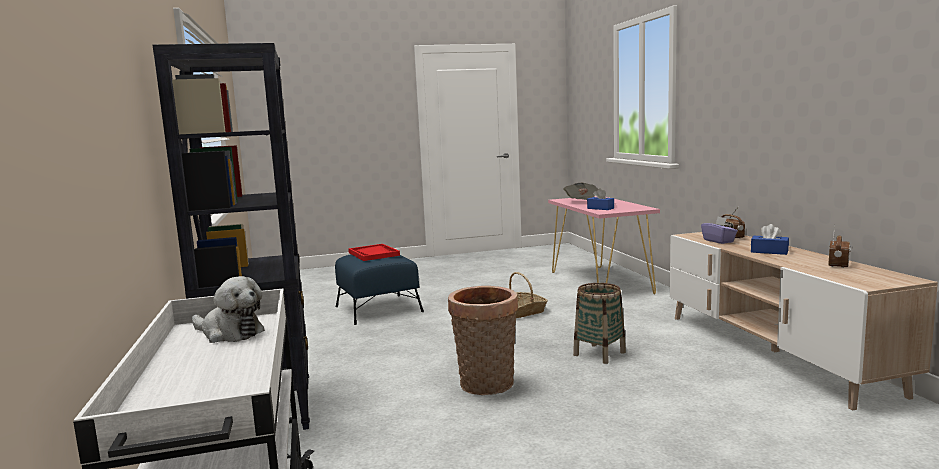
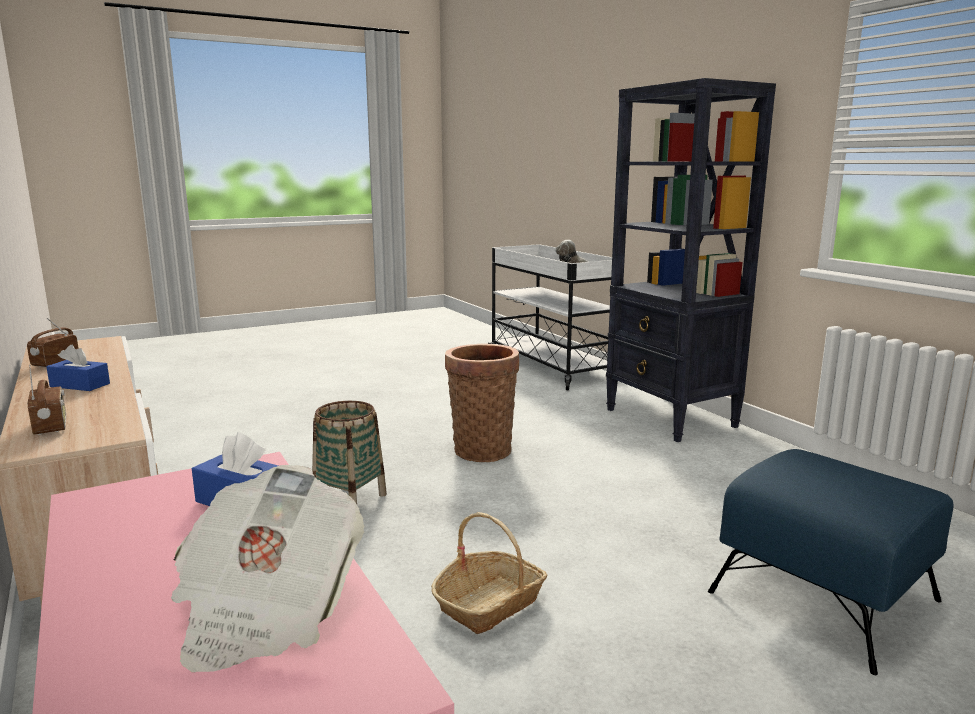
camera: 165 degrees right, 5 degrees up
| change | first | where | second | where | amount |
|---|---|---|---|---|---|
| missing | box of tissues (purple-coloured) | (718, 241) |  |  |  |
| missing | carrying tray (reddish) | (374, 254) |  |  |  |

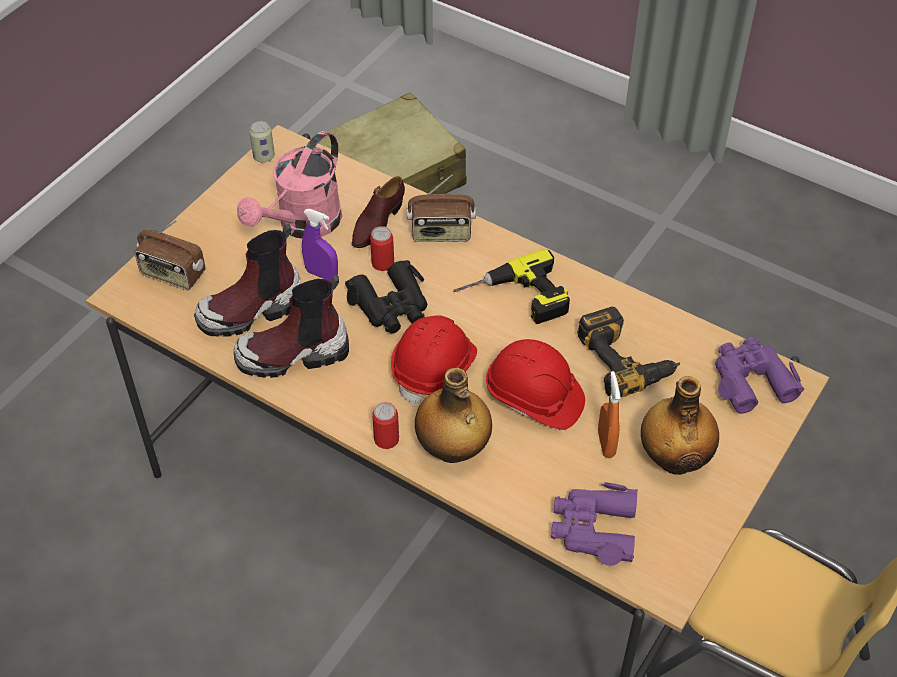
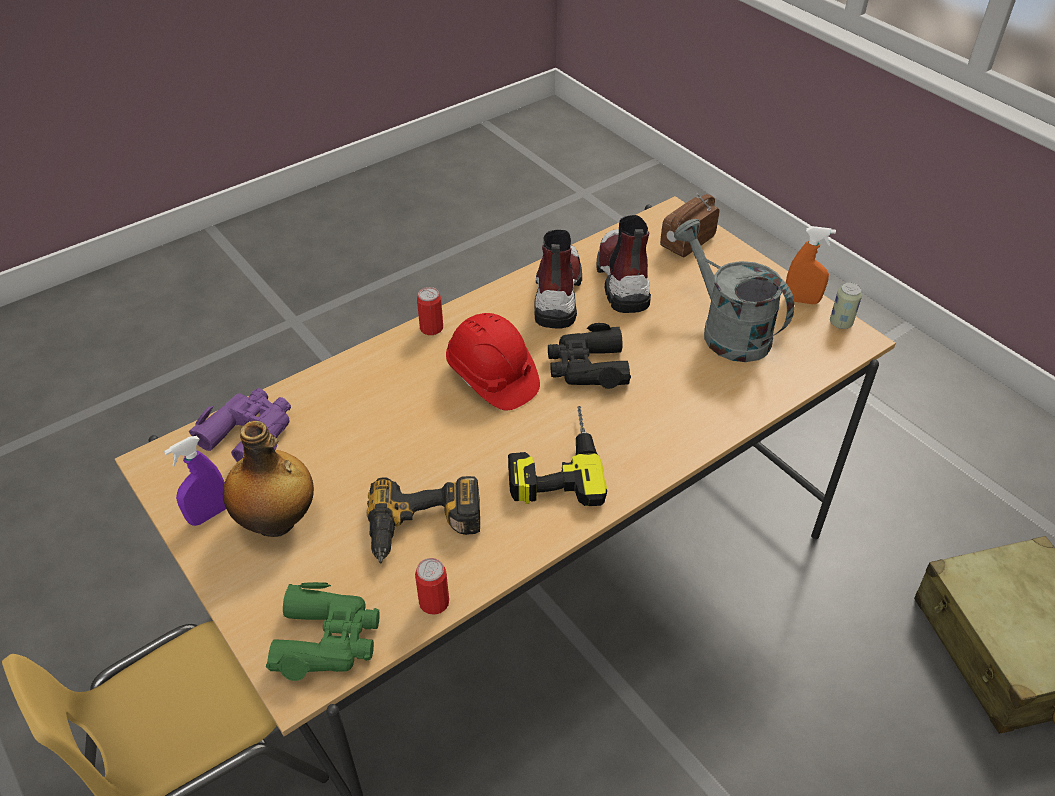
camera: 110 degrees right, 5 degrees down
| change | first | where | second | where | amount |
|---|---|---|---|---|---|
| colour | watering can (pinkish) | (302, 225) | watering can (gray) | (726, 330) |  |
| missing | radio receiver | (441, 233) |  |  |  |
| missing | low shoe (brown-coloured) | (377, 223) |  |  |  |
| relocated | sprayer (purple-coloured) | (322, 274) |  | (209, 514) |  |
| relocated | can | (383, 263) |  | (434, 602) |  |
| colour | pair of binoculars (purple-coloured) | (751, 380) | pair of binoculars (green) | (328, 639) |  |
| missing | safety helmet (reddish) | (534, 398) |  |  |  |
| missing | beverage bottle | (452, 450) |  |  |  |
| relocated | sprayer (orangey) | (606, 444) |  | (801, 300) |  |

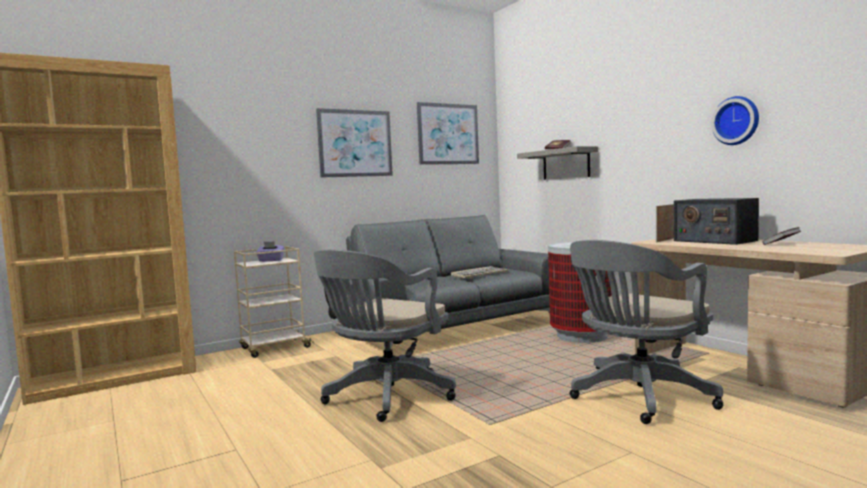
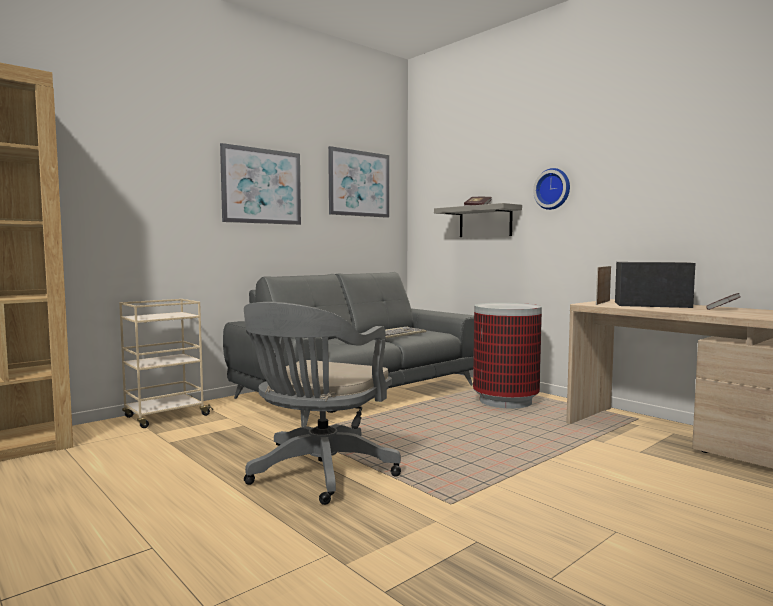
camera: 10 degrees left, 0 degrees up
| change | first | where | second | where | amount |
|---|---|---|---|---|---|
| relocated | clock on the wall | (736, 121) |  | (553, 189) |  |
| spun | radio receiver | (714, 241) |  | (652, 305) | 150 degrees clockwise |
| missing | office chair (gray) | (638, 398) |  |  |  |
| missing | box of tissues (purple-coloured) | (271, 260) |  |  |  |

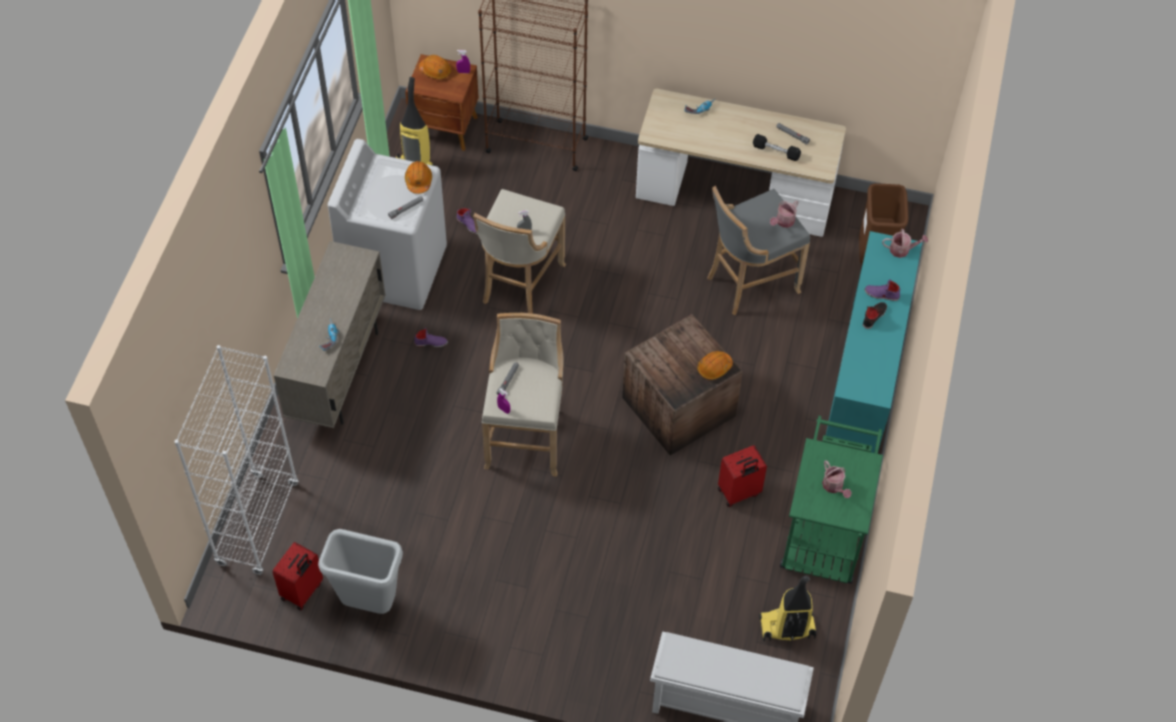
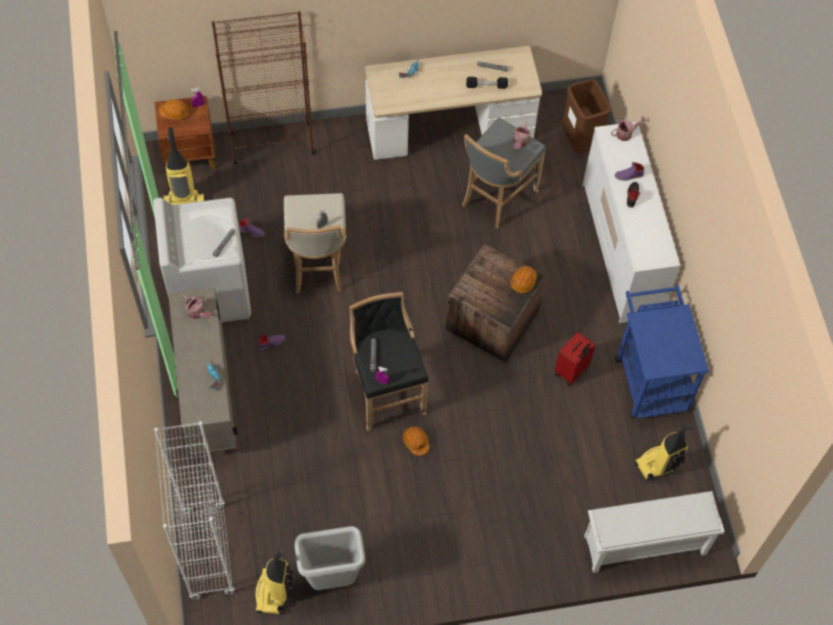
camera: 25 degrees left, 5 degrees up
| change | first | where | second | where | amount |
|---|---|---|---|---|---|
| relocated | safety helmet (orangey) | (418, 181) |  | (416, 442) |  |
| colour | dresser (turquoise) | (861, 387) | dresser (whitish) | (620, 250) |  |
| colour | stool seat (beige) | (526, 436) | stool seat (blackish) | (386, 391) |  |
| colour | cart (green) | (824, 531) | cart (bluish) | (649, 376) |  |
| relocated | watering can | (834, 487) |  | (197, 313) |  |
| exchanged | suitcase (reddish) | (302, 591) | hoover | (273, 592) |  |

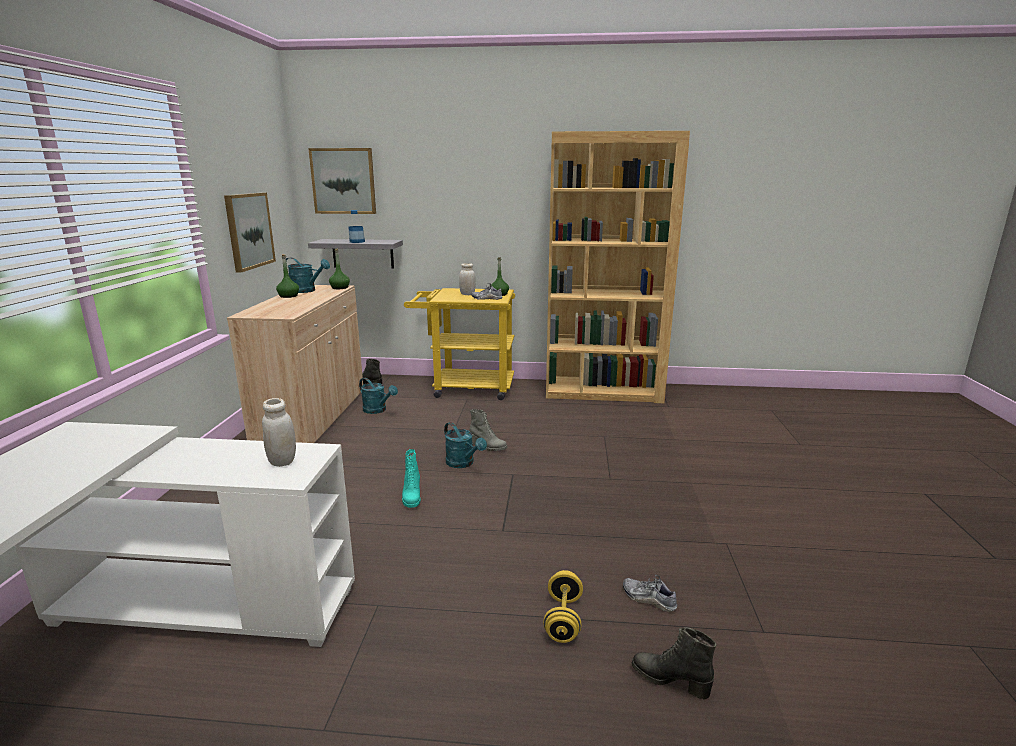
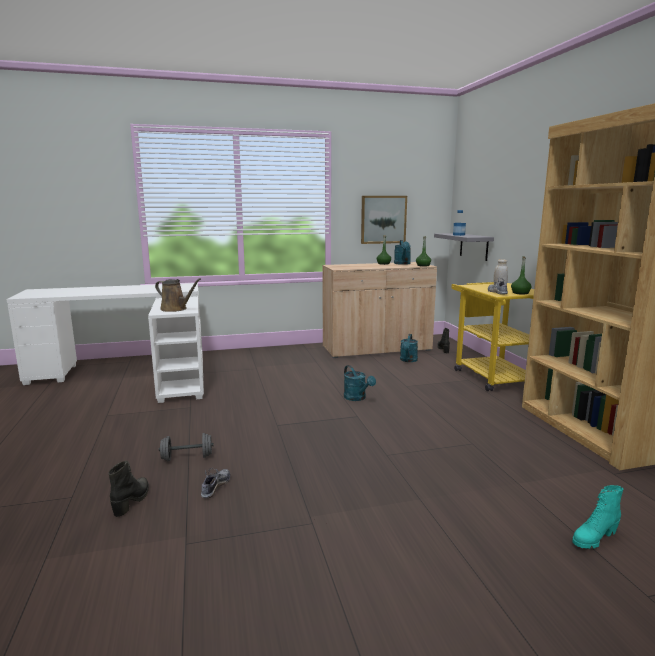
camera: 70 degrees right, 5 degrees down
| change | first | where | second | where | amount |
|---|---|---|---|---|---|
| missing | wall picture | (343, 181) |  |  |  |
| exchanged | preserve jar (whitish) | (282, 461) | watering can (brown-coloured) | (175, 309) |  |
| missing | tall boot (gray) | (487, 446) |  |  |  |
| spun | watering can (turquoise) | (463, 463) |  | (357, 398) | 60 degrees counterclockwise |
| relocated | tall boot (turquoise) | (411, 497) |  | (593, 538) |  |
| colour | dumbbell (yellow) | (563, 619) | dumbbell (gray) | (187, 458) |  |

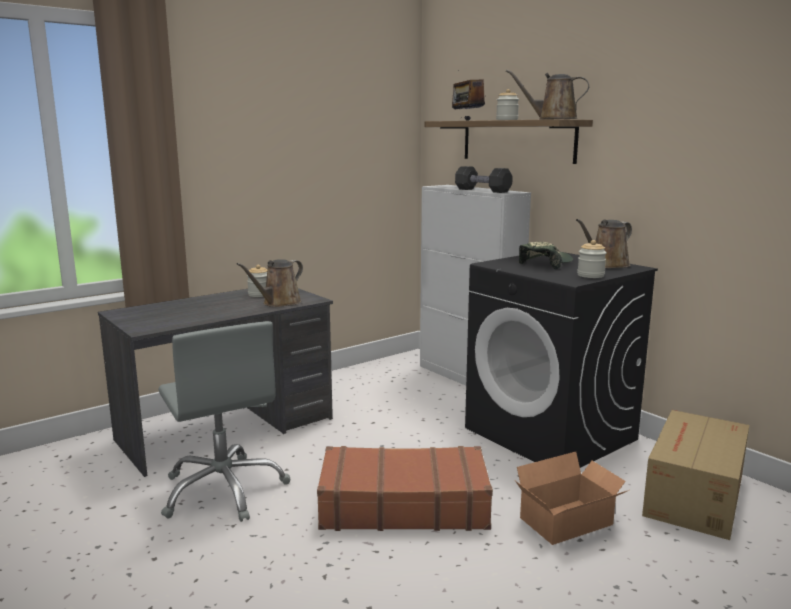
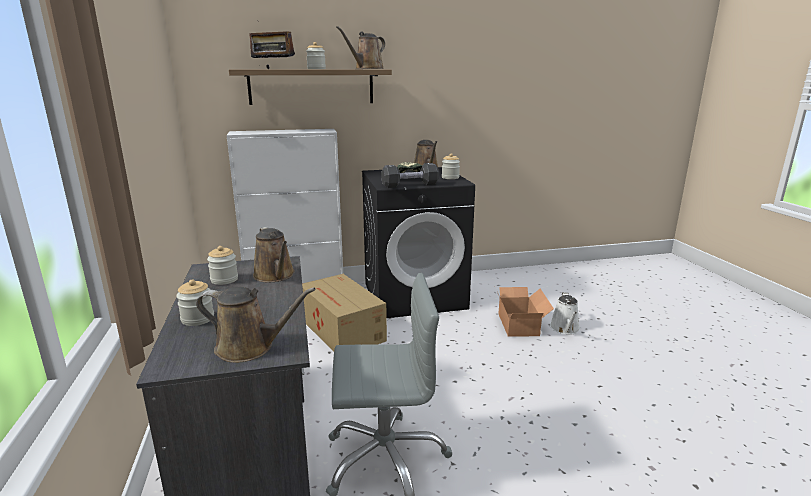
camera: 65 degrees left, 5 degrees up
| change | first | where | second | where | amount |
|---|---|---|---|---|---|
| relocated | dumbbell (blackish) | (482, 190) |  | (410, 185) |  |
| relocated | cardboard box | (693, 496) |  | (342, 331) |  |
| missing | suitcase (brown-coloured) | (403, 505) |  |  |  |
| appeared |  |  | preserve jar | (197, 319) |  |
| appeared |  |  | watering can (brown-coloured) | (250, 348) |  |
| appeared |  |  | watering can (whitish) | (565, 329) |  |

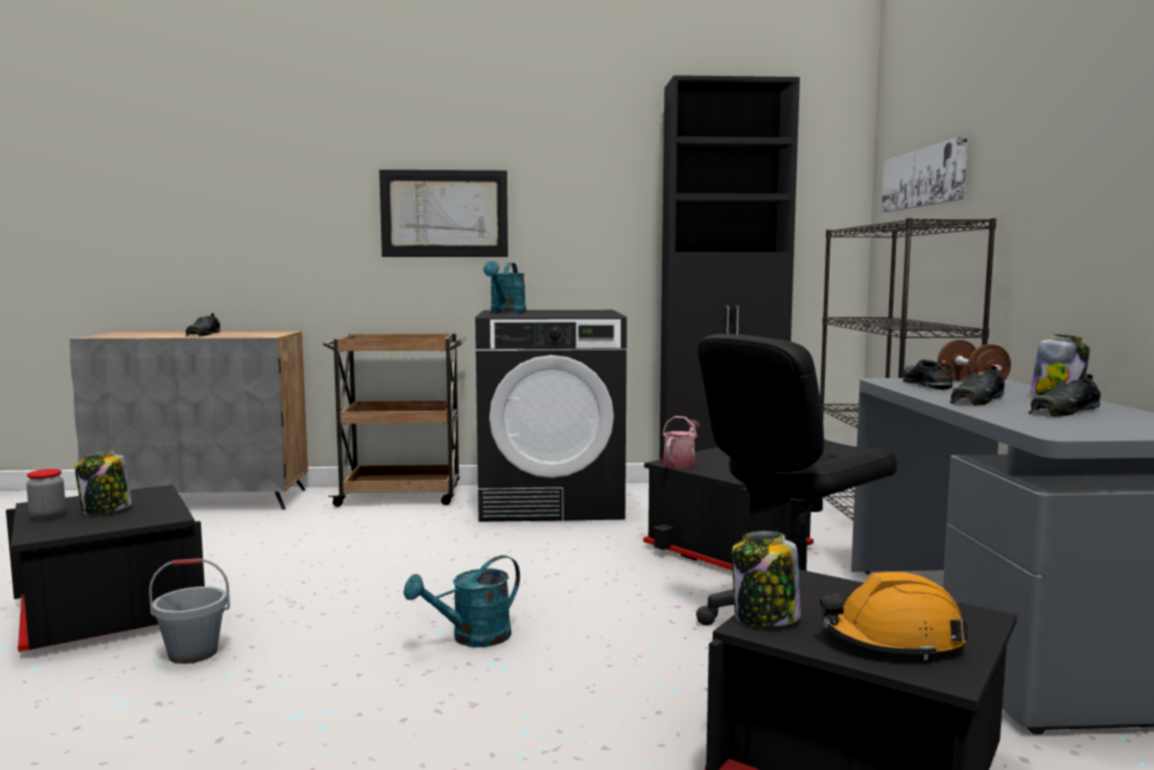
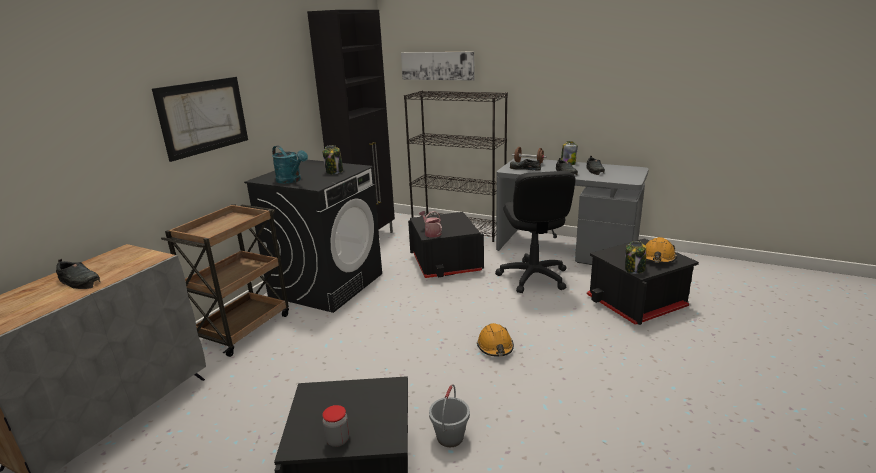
camera: 60 degrees left, 15 degrees up
| change | first | where | second | where | amount |
|---|---|---|---|---|---|
| relocated | preserve jar | (105, 510) |  | (334, 172) |  |
| exchanged | watering can (turquoise) | (472, 638) | safety helmet (orangey) | (495, 347) |  |

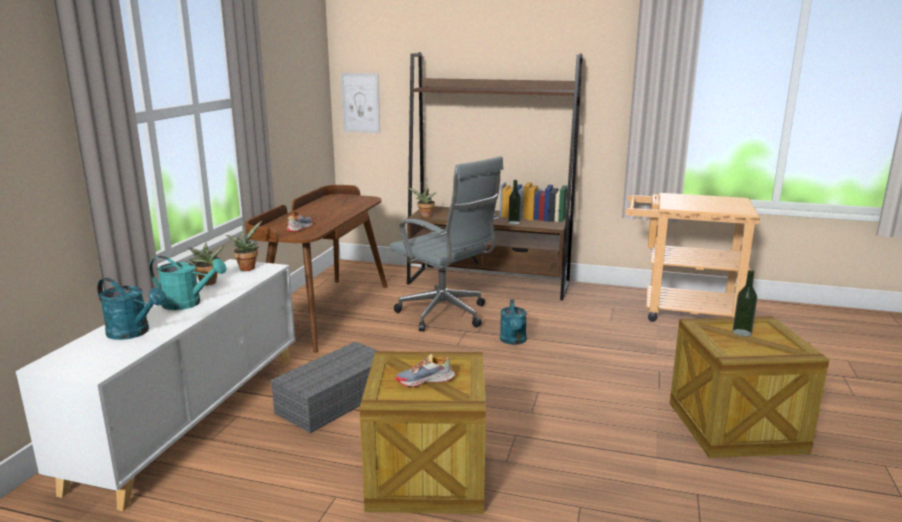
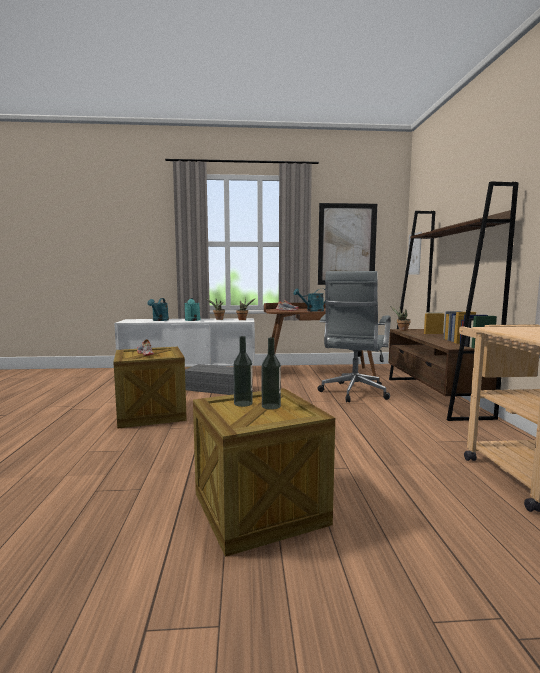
camera: 70 degrees right, 10 degrees down
| change | first | where | second | where | amount |
|---|---|---|---|---|---|
| relocated | beverage bottle | (514, 222) |  | (243, 403) |  |
| relocated | watering can (turquoise) | (513, 341) |  | (312, 311) |  |
| appeared |  |  | wall picture | (347, 244) |  |

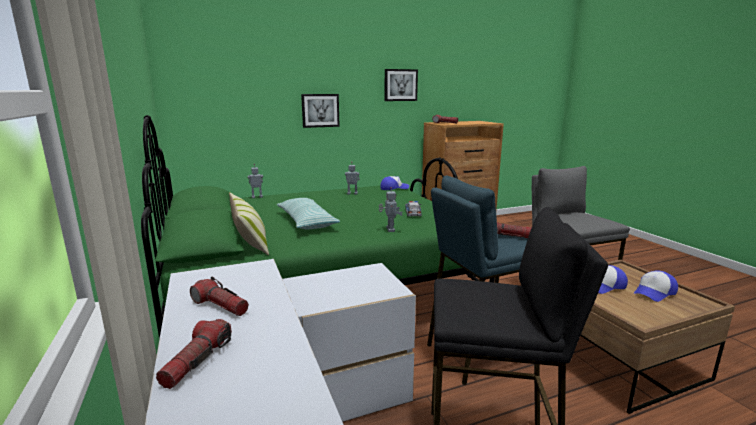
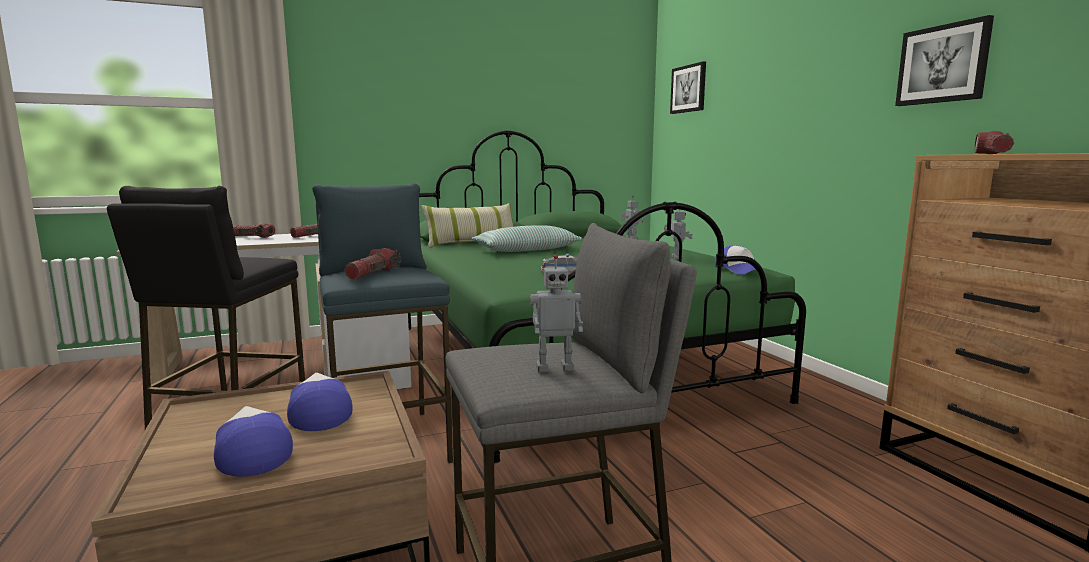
camera: 90 degrees right, 5 degrees down
| change | first | where | second | where | amount |
|---|---|---|---|---|---|
| relocated | wall picture | (320, 110) |  | (689, 89) |  |
| relocated | toy robot | (389, 229) |  | (555, 368) |  |

